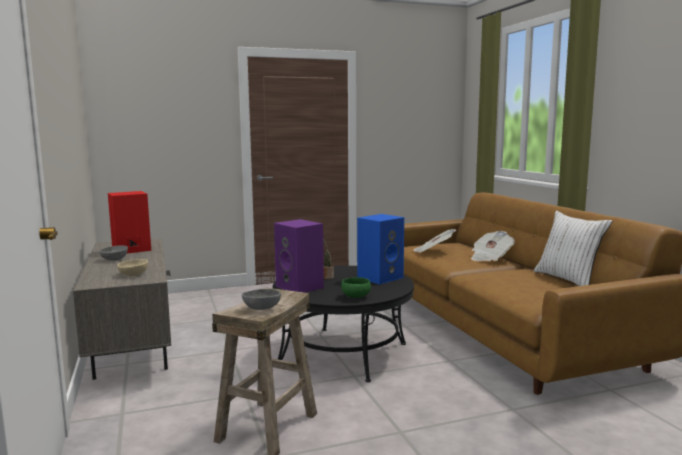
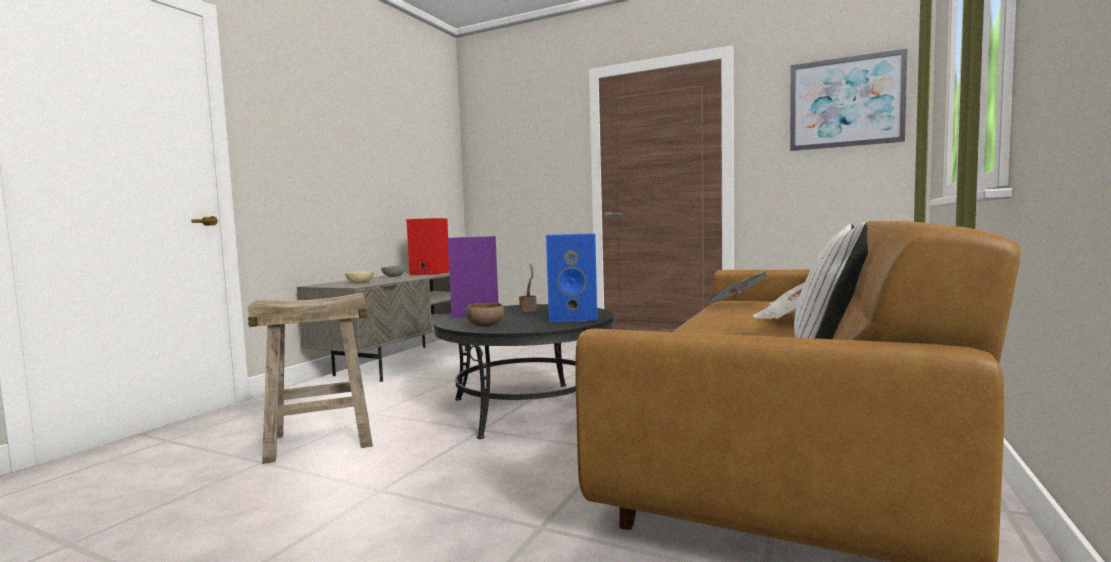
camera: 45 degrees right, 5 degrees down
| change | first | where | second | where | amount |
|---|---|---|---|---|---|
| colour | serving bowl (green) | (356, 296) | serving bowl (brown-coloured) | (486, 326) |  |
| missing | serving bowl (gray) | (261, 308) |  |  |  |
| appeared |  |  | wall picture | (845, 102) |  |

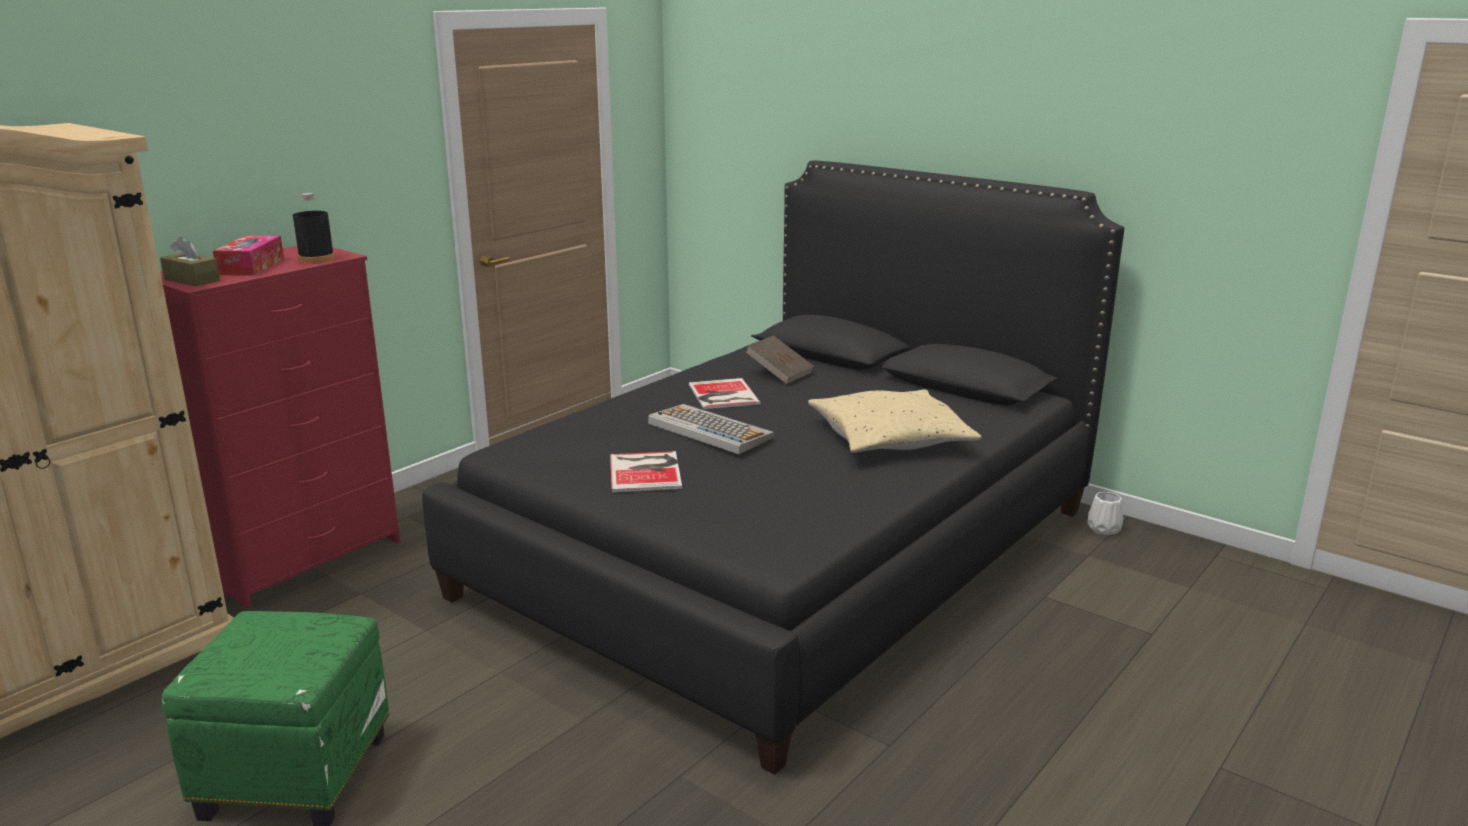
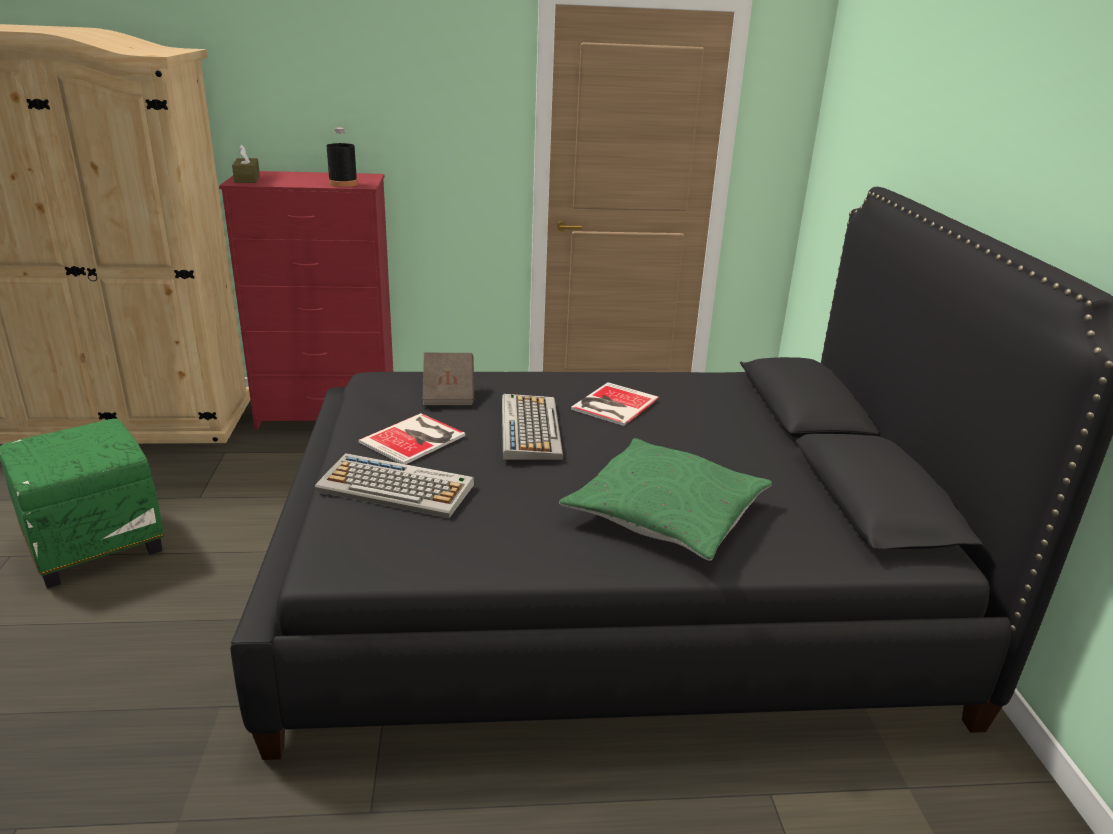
camera: 45 degrees right, 5 degrees up
| change | first | where | second | where | amount |
|---|---|---|---|---|---|
| missing | box of tissues | (251, 266) |  |  |  |
| relocated | bound book (brown-coloured) | (780, 373) |  | (449, 394) |  |
| colour | cushion (beige) | (890, 438) | cushion (green) | (665, 513) |  |
| missing | flower vase (whitish) | (1104, 529) |  |  |  |
| appeared |  |  | keyboard | (397, 488) |  |

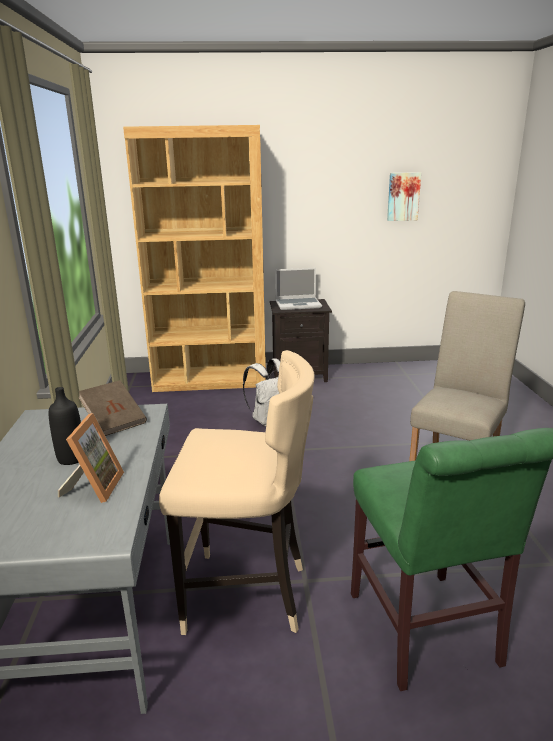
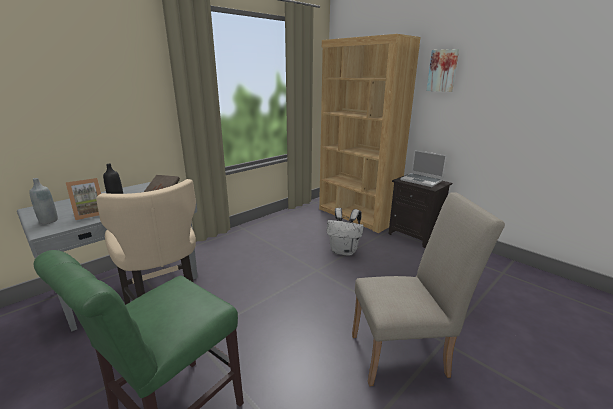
camera: 50 degrees right, 0 degrees up
| change | first | where | second | where | amount |
|---|---|---|---|---|---|
| relocated | wall picture | (403, 196) |  | (442, 70) |  |
| appeared |  |  | beverage bottle (gray) | (48, 221) |  |

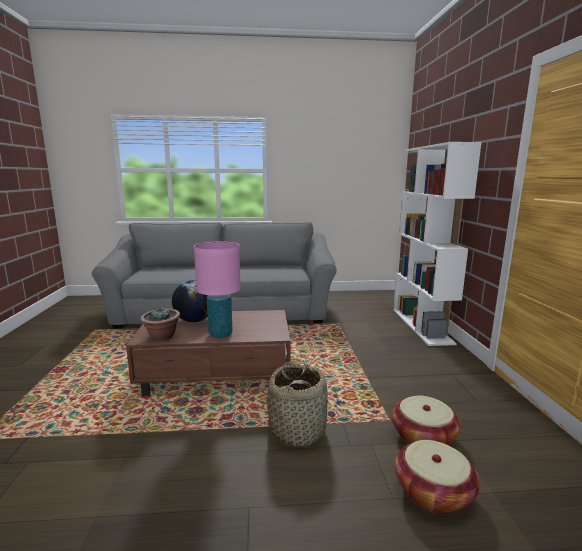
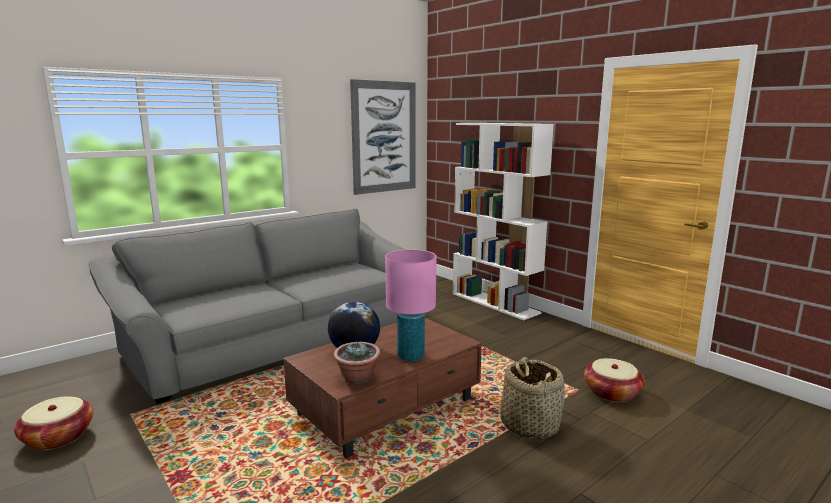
camera: 35 degrees left, 0 degrees up
| change | first | where | second | where | amount |
|---|---|---|---|---|---|
| relocated | storage basket | (433, 492) |  | (58, 437) |  |
| appeared |  |  | wall picture | (384, 137) |  |

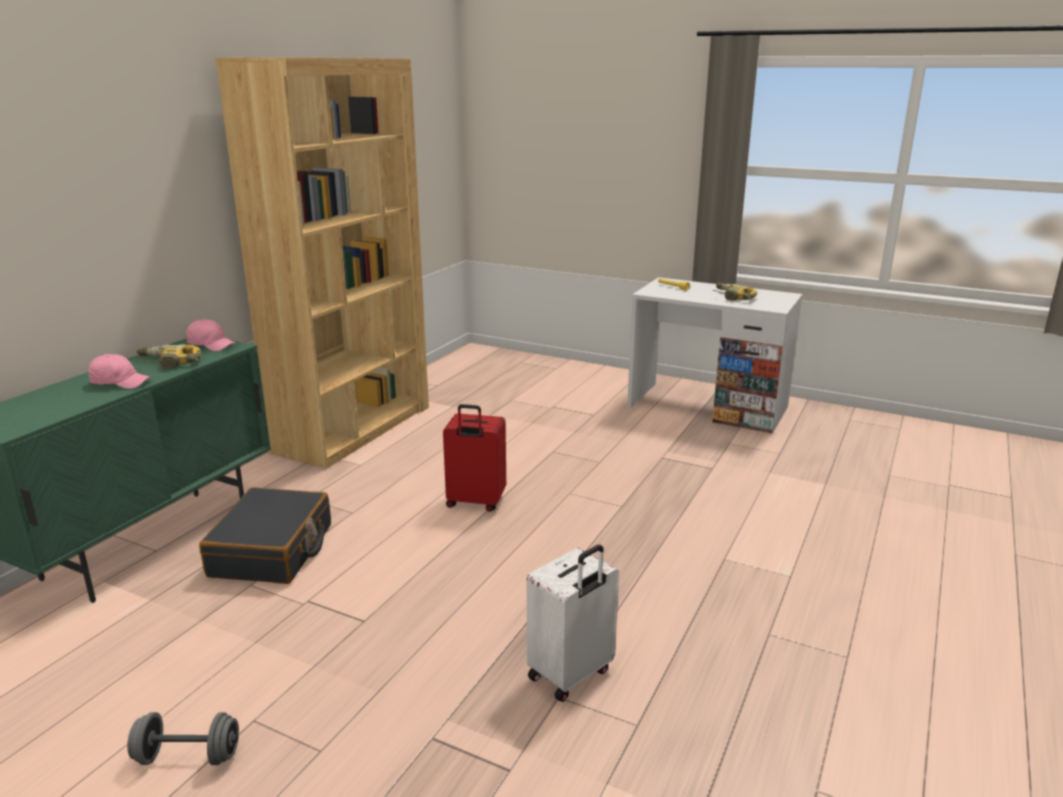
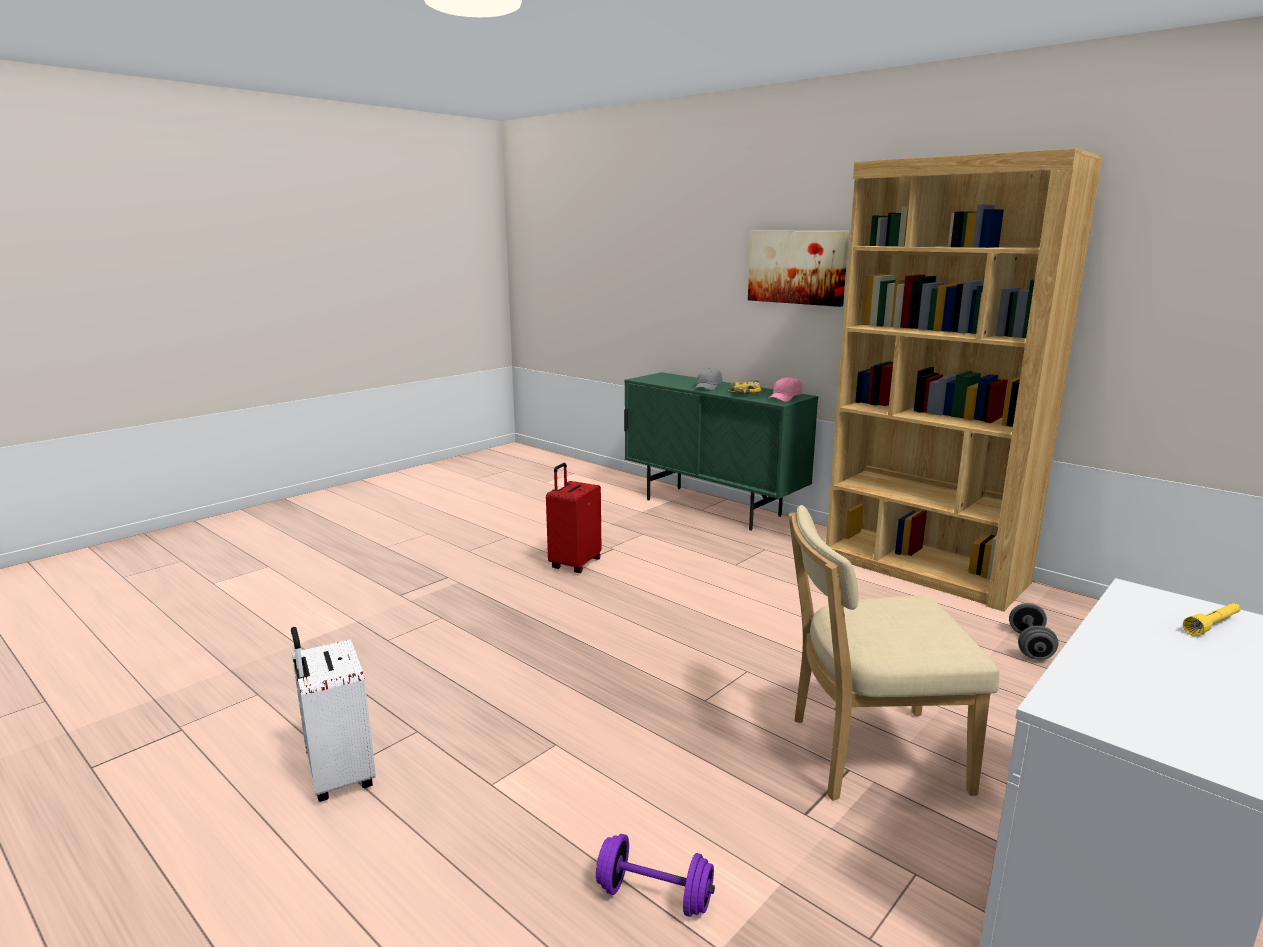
camera: 105 degrees right, 5 degrees down
| change | first | where | second | where | amount |
|---|---|---|---|---|---|
| missing | power drill | (732, 297) |  |  |  |
| colour | cap (pinkish) | (120, 382) | cap (gray) | (708, 387) |  |
| relocated | suitcase (reddish) | (475, 502) |  | (574, 564) |  |
| missing | suitcase (blackish) | (272, 551) |  |  |  |
| relocated | suitcase (whitish) | (571, 675) |  | (338, 777) |  |
| relocated | dumbbell (gray) | (188, 756) |  | (1030, 646) |  |
| appeared |  |  | wall picture | (797, 267) |  |
| appeared |  |  | chair (beige) | (868, 754) |  |
| appeared |  |  | dumbbell (purple-coloured) | (654, 896) |  |

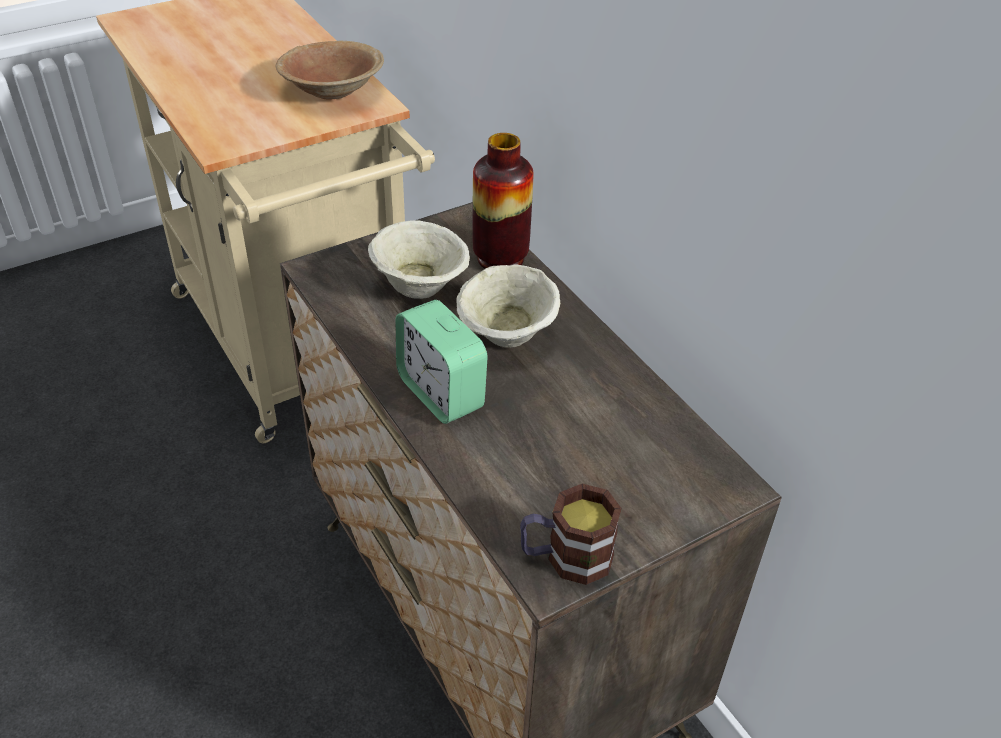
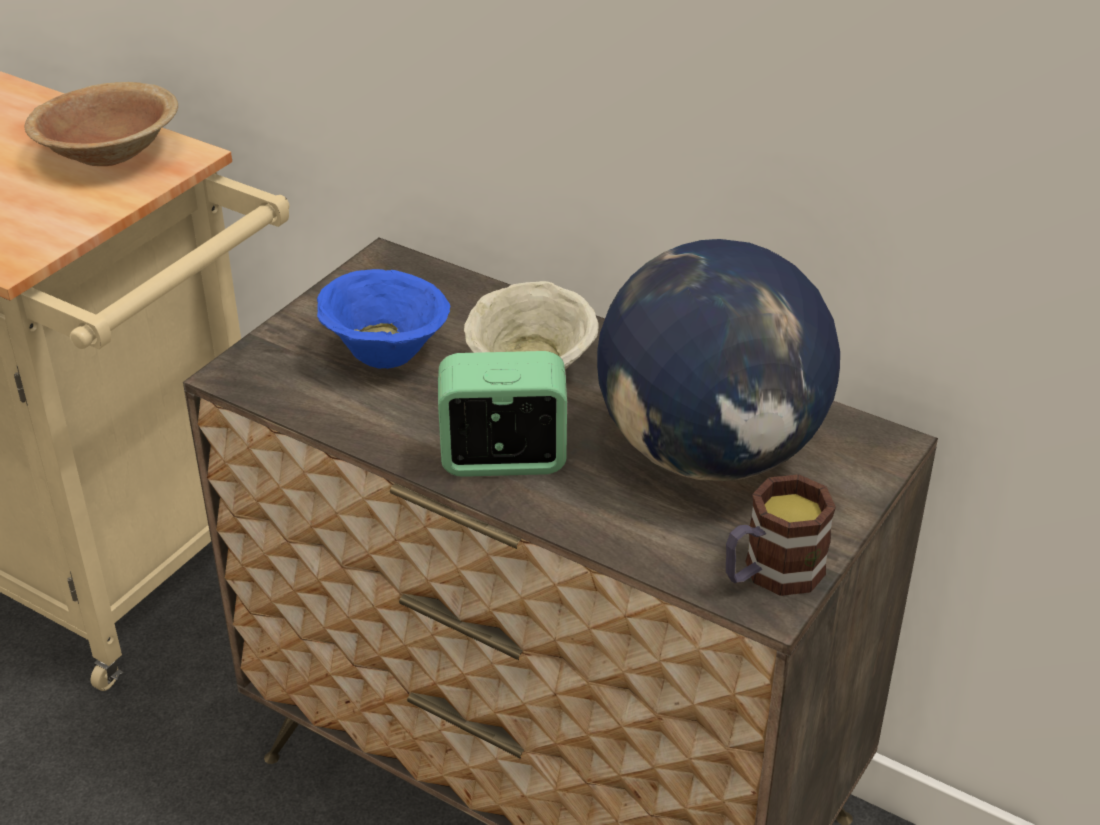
camera: 25 degrees left, 5 degrees down
| change | first | where | second | where | amount |
|---|---|---|---|---|---|
| missing | flower vase | (500, 258) |  |  |  |
| colour | serving bowl (beige) | (419, 286) | serving bowl (bluish) | (384, 354) |  |
| spun | alarm clock | (441, 393) |  | (503, 459) | 150 degrees clockwise |
| appeared |  |  | world globe | (711, 453) |  |

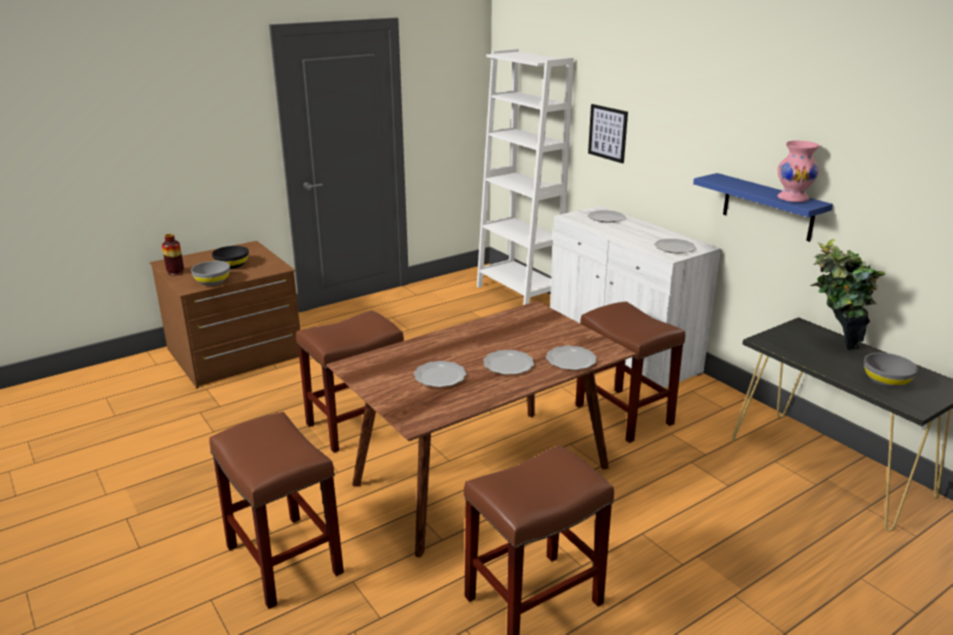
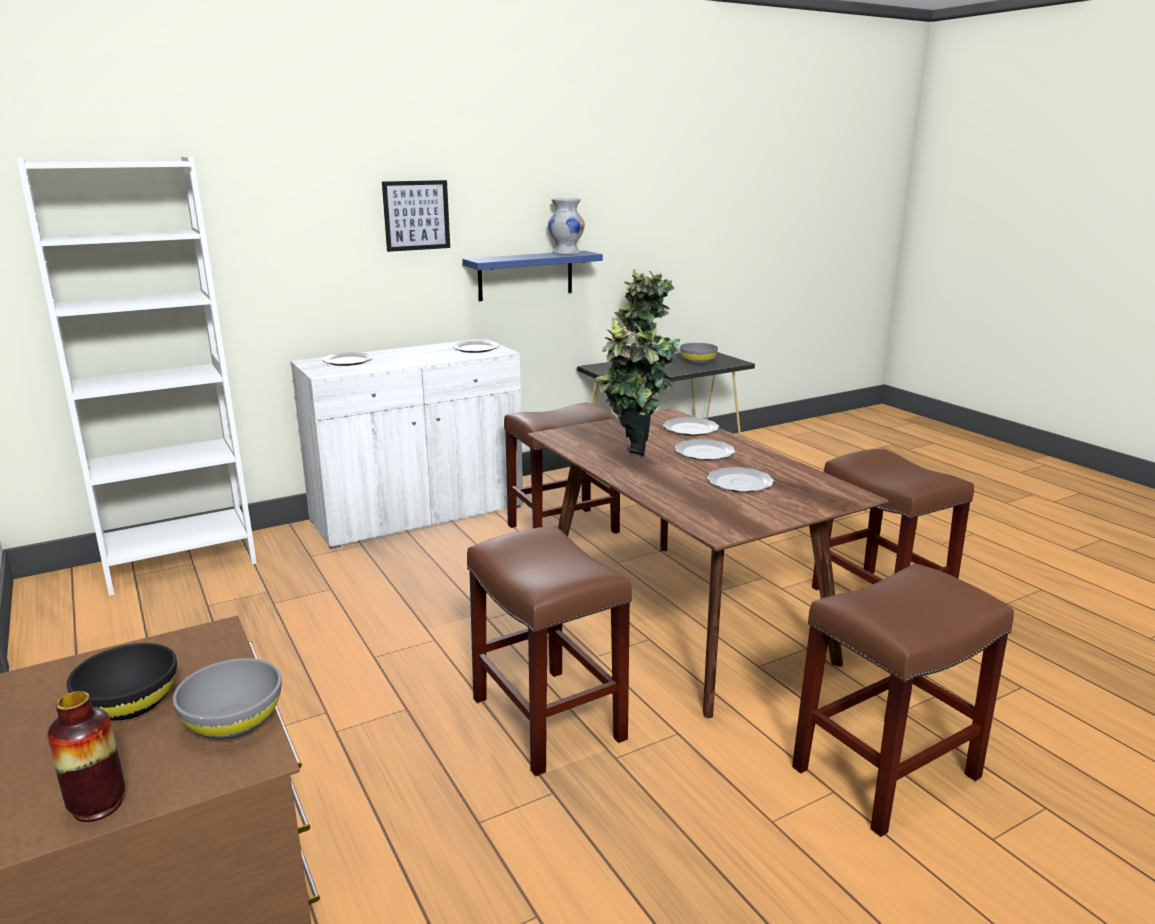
camera: 85 degrees left, 5 degrees down
| change | first | where | second | where | amount |
|---|---|---|---|---|---|
| relocated | wall picture | (608, 133) |  | (416, 215) |  |
| colour | flower vase (pinkish) | (792, 198) | flower vase (whitish) | (566, 253) |  |
| appeared |  |  | houseplant | (632, 462) |  |

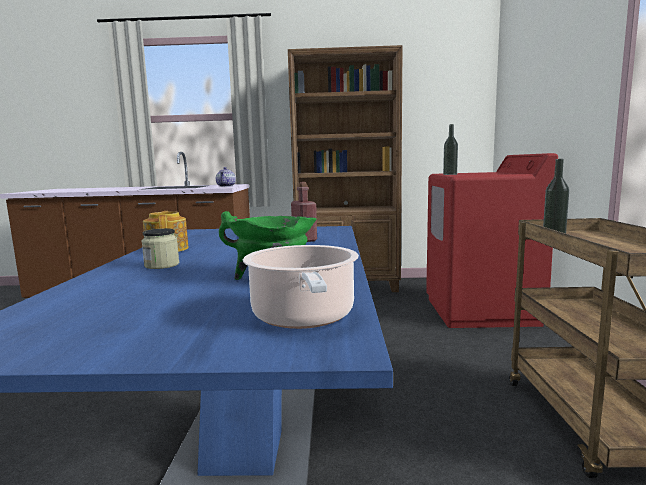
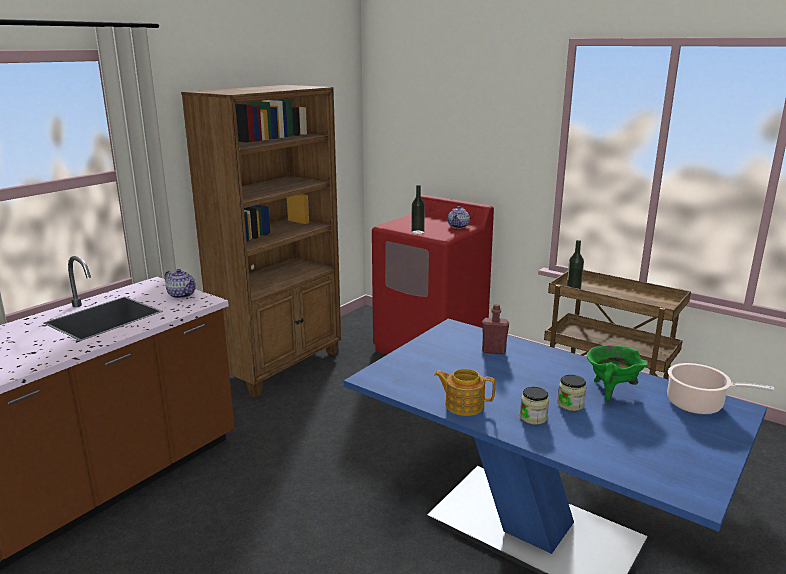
camera: 55 degrees left, 10 degrees up
| change | first | where | second | where | amount |
|---|---|---|---|---|---|
| appeared |  |  | teapot | (458, 226) |  |
| appeared |  |  | preserve jar | (570, 404) |  |

